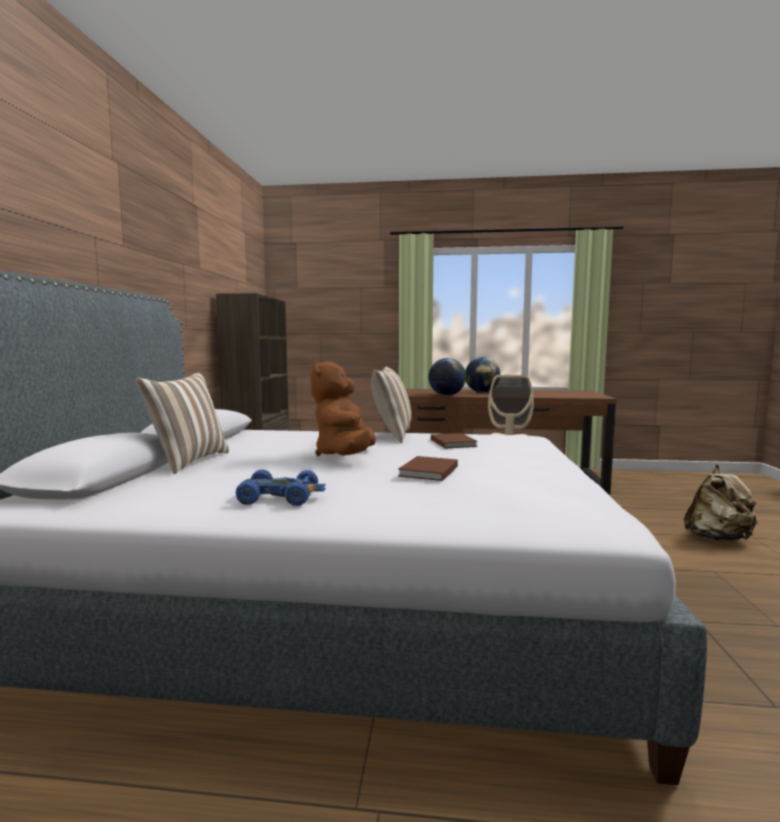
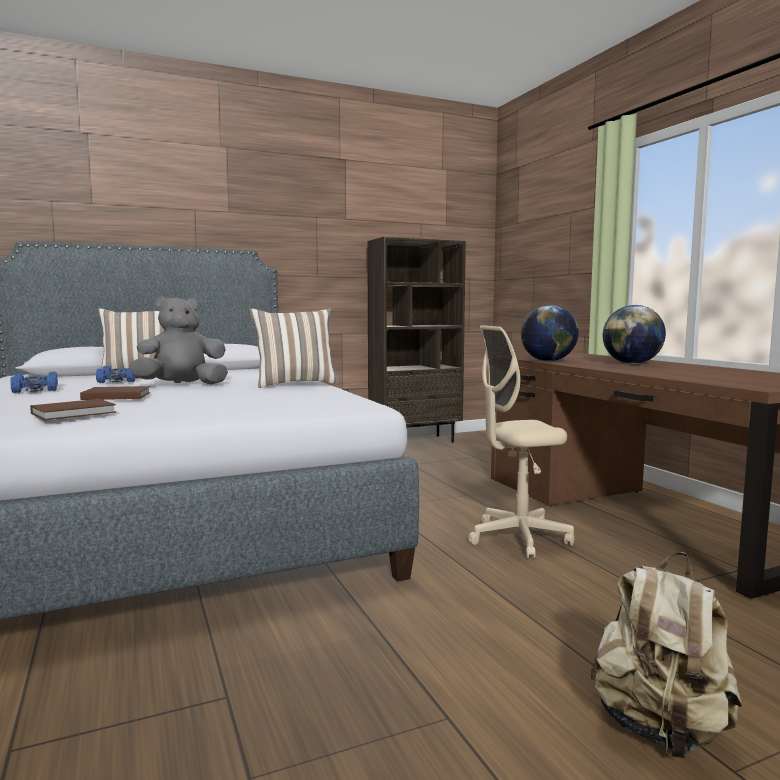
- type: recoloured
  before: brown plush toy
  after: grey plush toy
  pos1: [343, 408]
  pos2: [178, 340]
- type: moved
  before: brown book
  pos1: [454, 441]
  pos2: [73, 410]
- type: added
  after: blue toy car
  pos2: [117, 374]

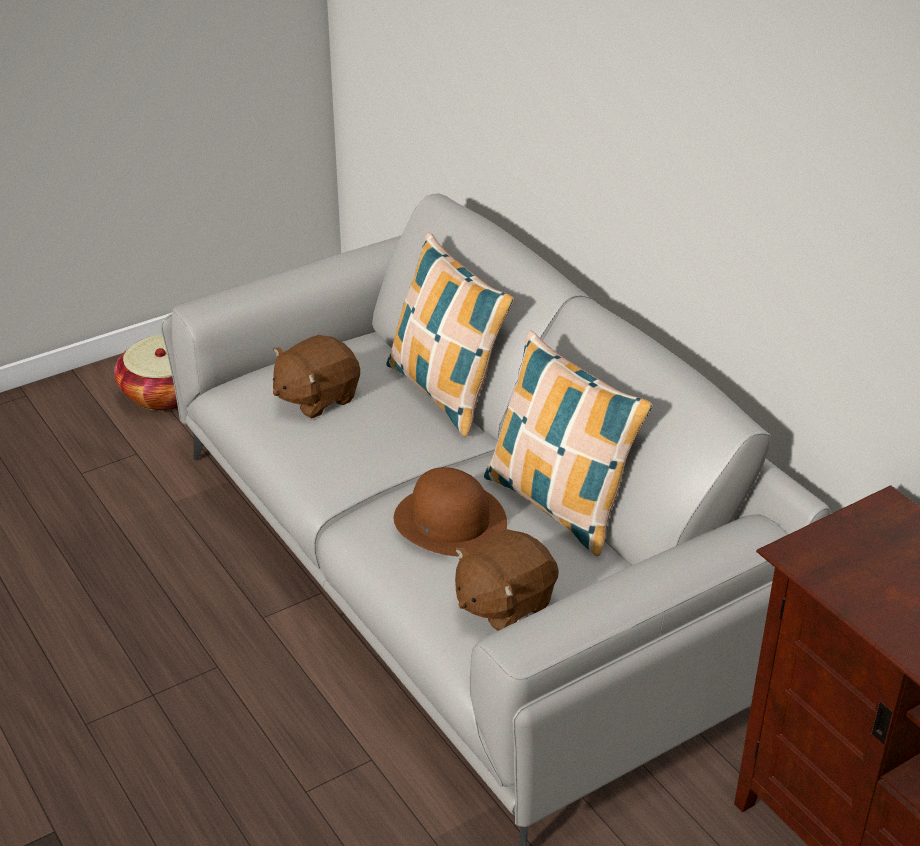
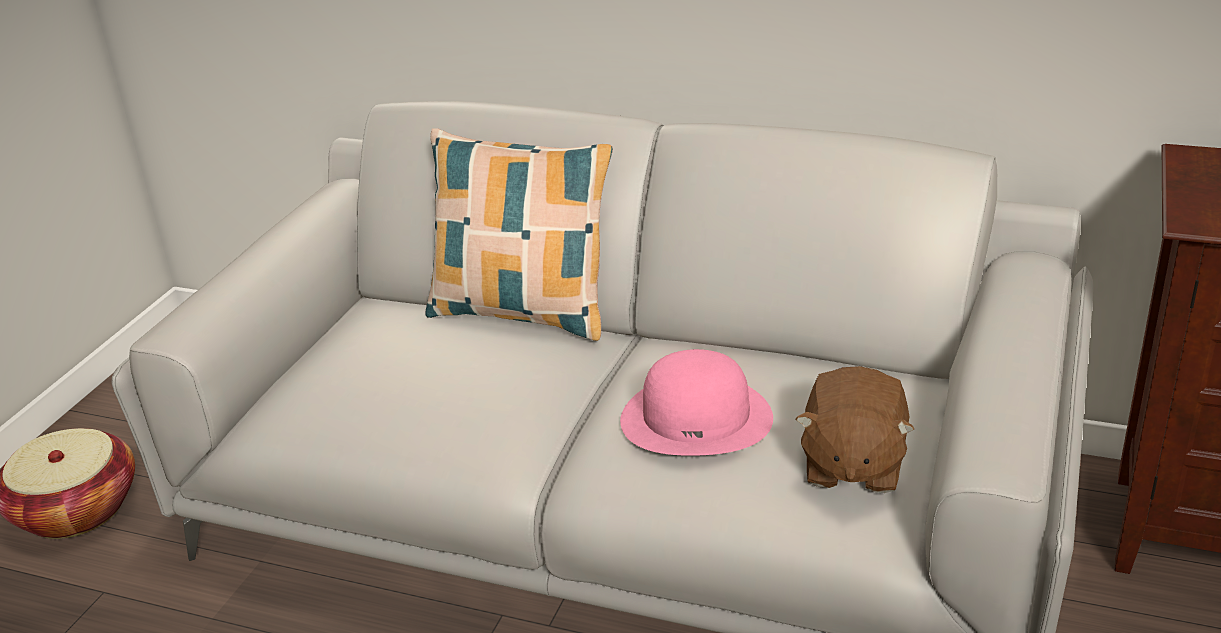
- type: removed
  before: pillow
  pos1: [568, 443]
- type: removed
  before: brown plush toy
  pos1: [316, 376]
- type: recoloured
  before: brown hat
  after: pink hat
  pos1: [450, 512]
  pos2: [696, 402]

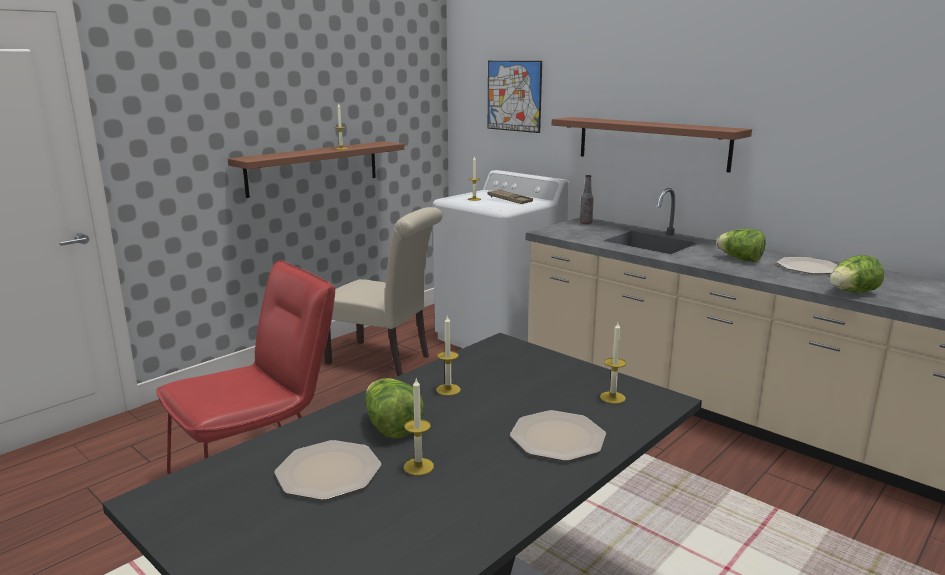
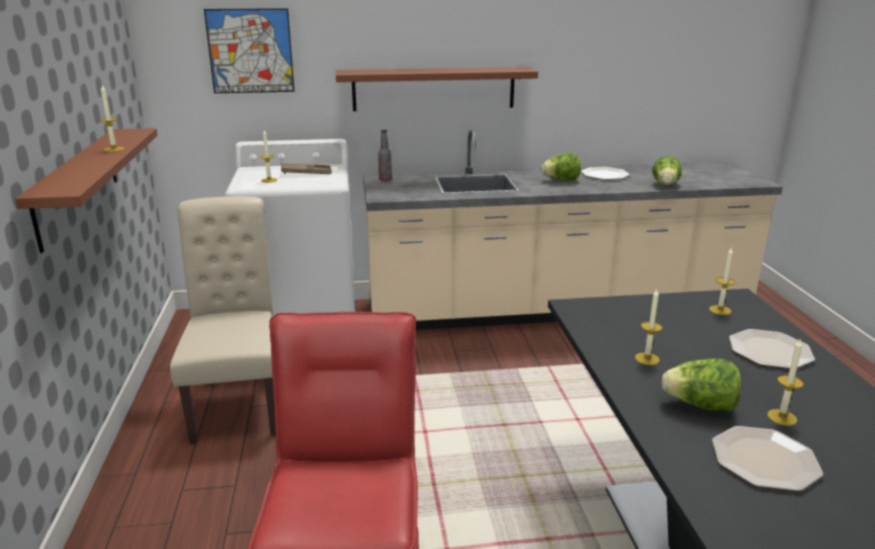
- type: turned
  before: beige chair
  pos1: [383, 291]
  pos2: [223, 320]
  turn: -75

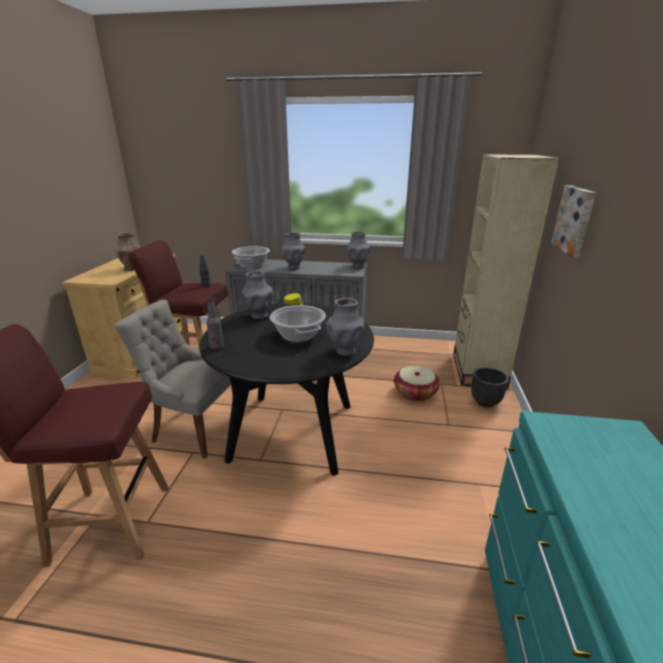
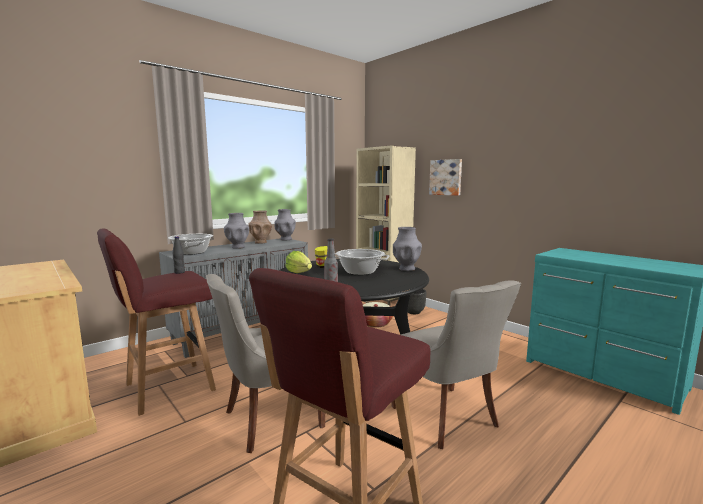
- type: moved
  before: brown vase
  pos1: [127, 251]
  pos2: [260, 227]
- type: replaced
  before: grey vase
  after: lettuce
  pos1: [257, 295]
  pos2: [298, 262]
- type: added
  after: grey chair
  pos2: [456, 365]

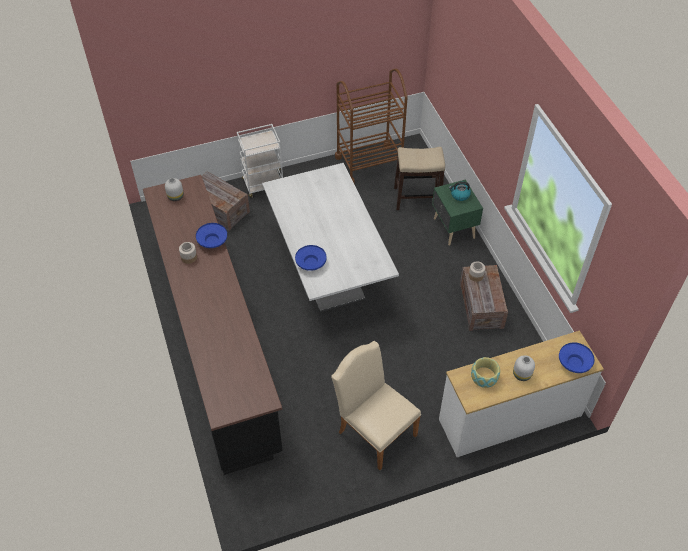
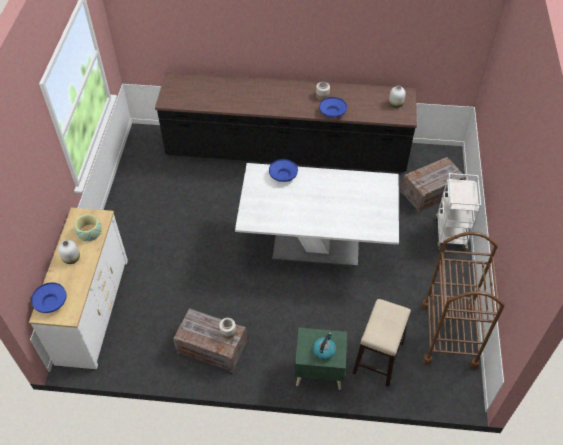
- type: removed
  before: beige chair
  pos1: [376, 405]

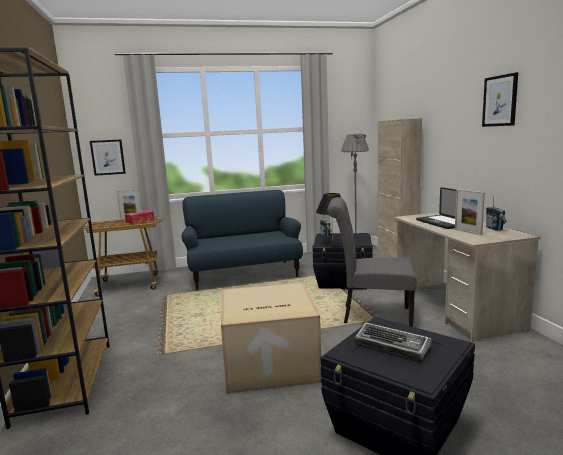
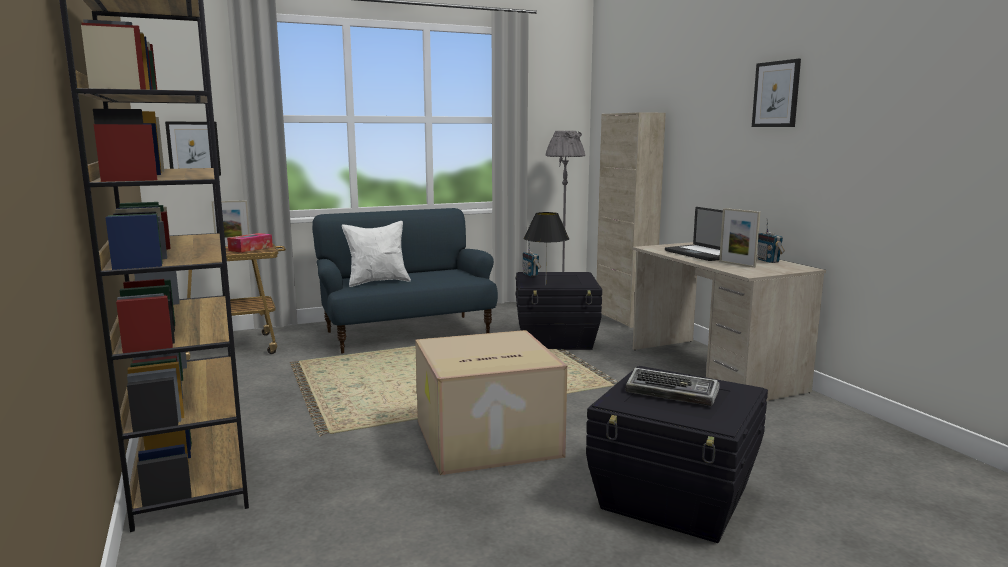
- type: removed
  before: grey chair
  pos1: [372, 262]
- type: added
  after: white pillow
  pos2: [376, 254]

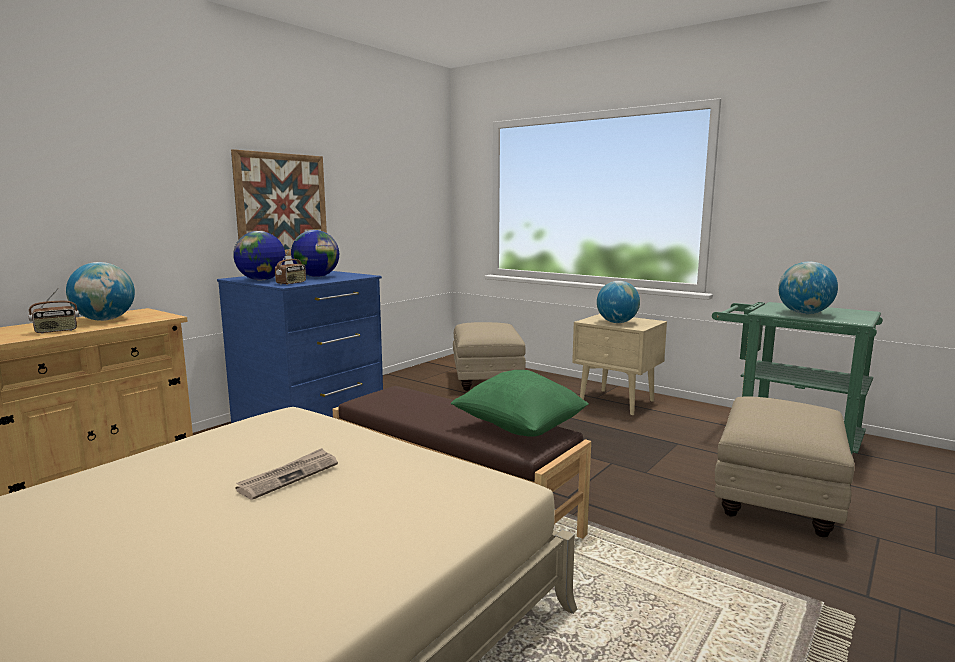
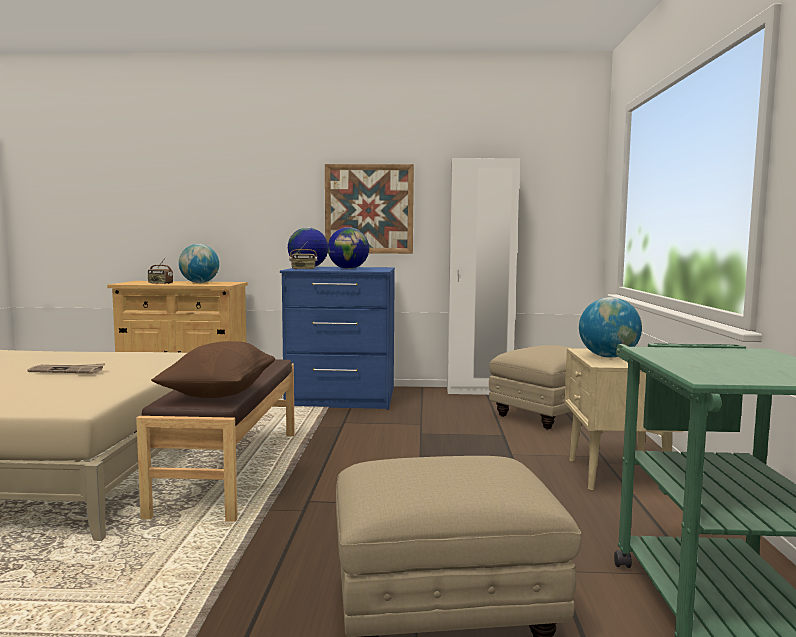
- type: removed
  before: globe
  pos1: [808, 287]
- type: recoloured
  before: green pillow
  after: brown pillow
  pos1: [520, 403]
  pos2: [213, 369]
- type: added
  after: white wardrobe
  pos2: [483, 276]

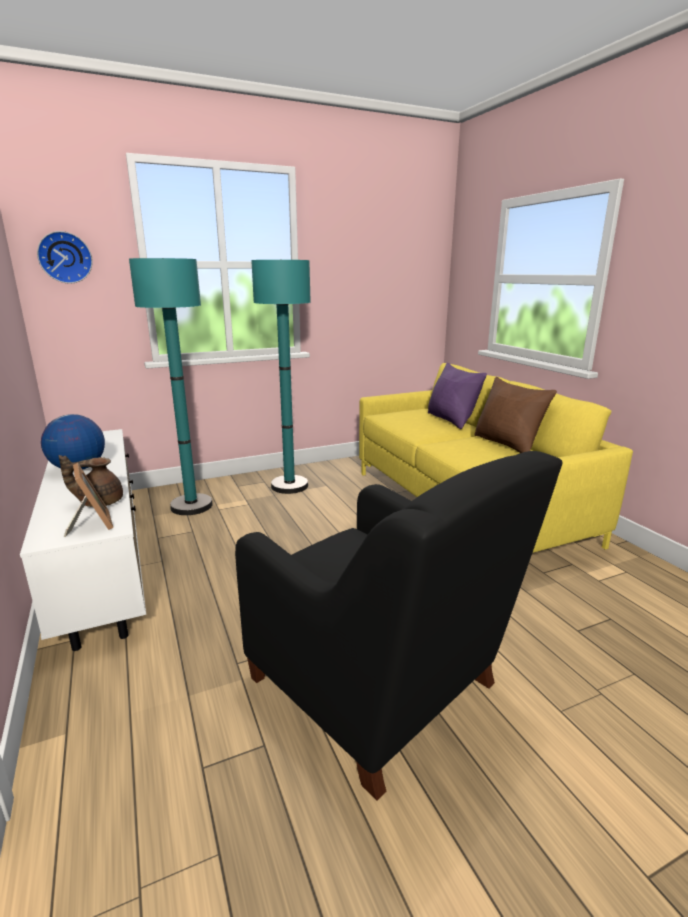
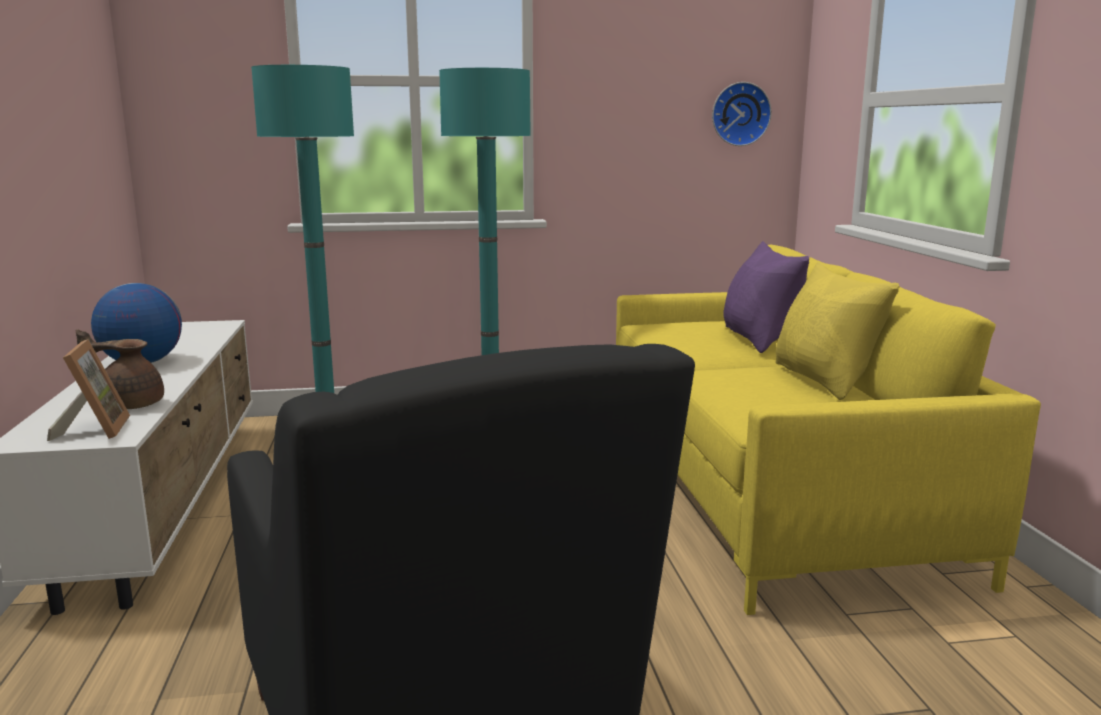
- type: moved
  before: wall clock
  pos1: [65, 257]
  pos2: [742, 114]
- type: recoloured
  before: brown pillow
  after: yellow pillow
  pos1: [515, 415]
  pos2: [837, 331]

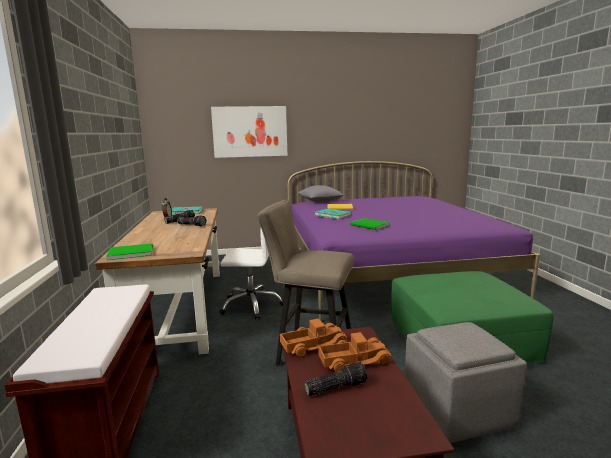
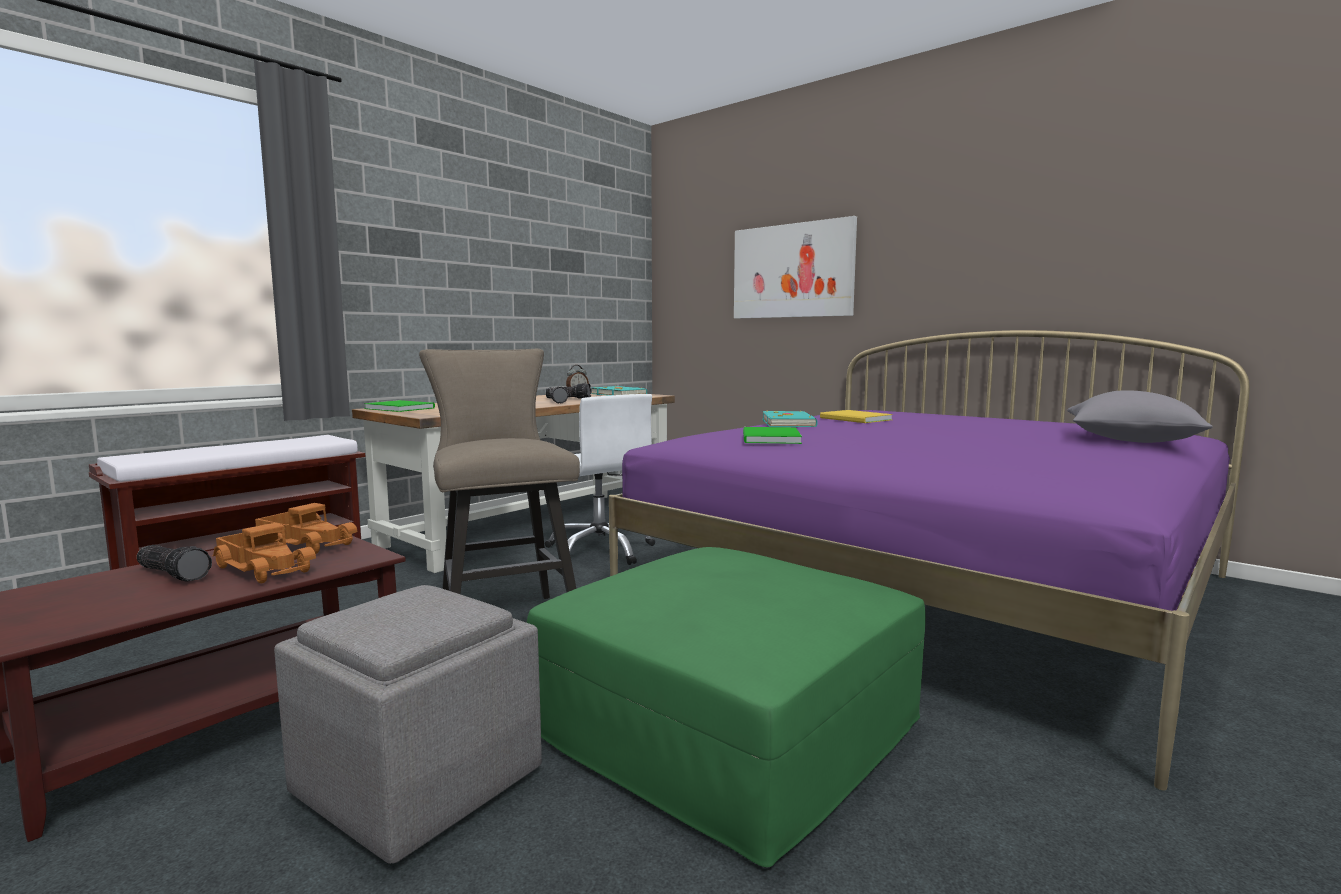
- type: moved
  before: grey pillow
  pos1: [320, 193]
  pos2: [1140, 416]

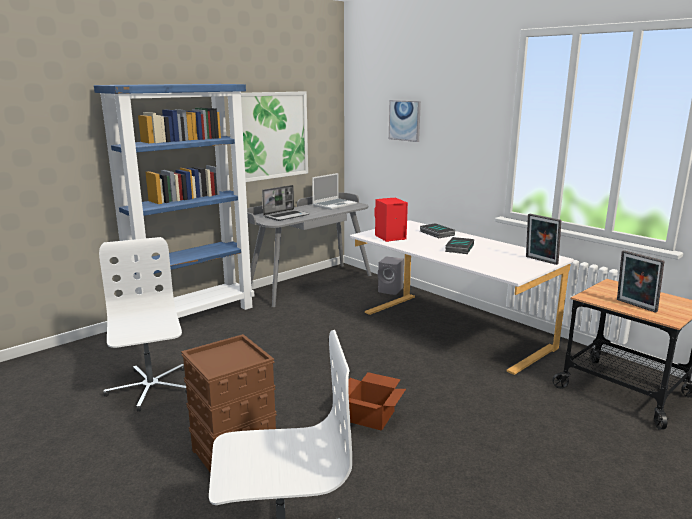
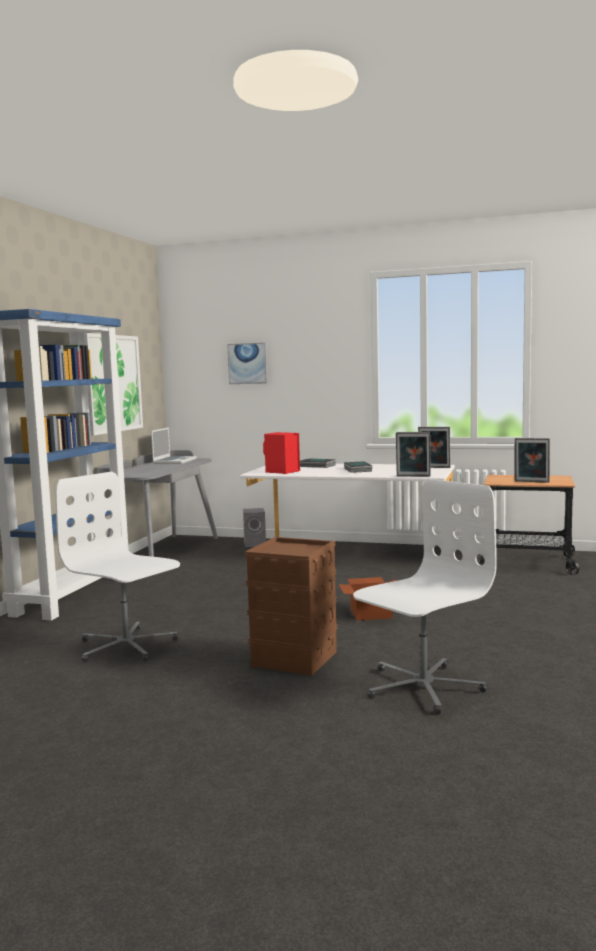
- type: removed
  before: laptop
  pos1: [286, 203]
- type: added
  after: picture frame
  pos2: [413, 454]

